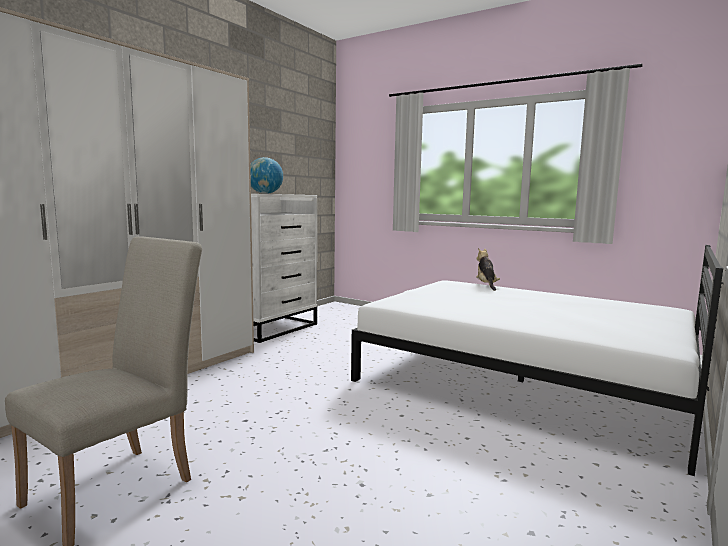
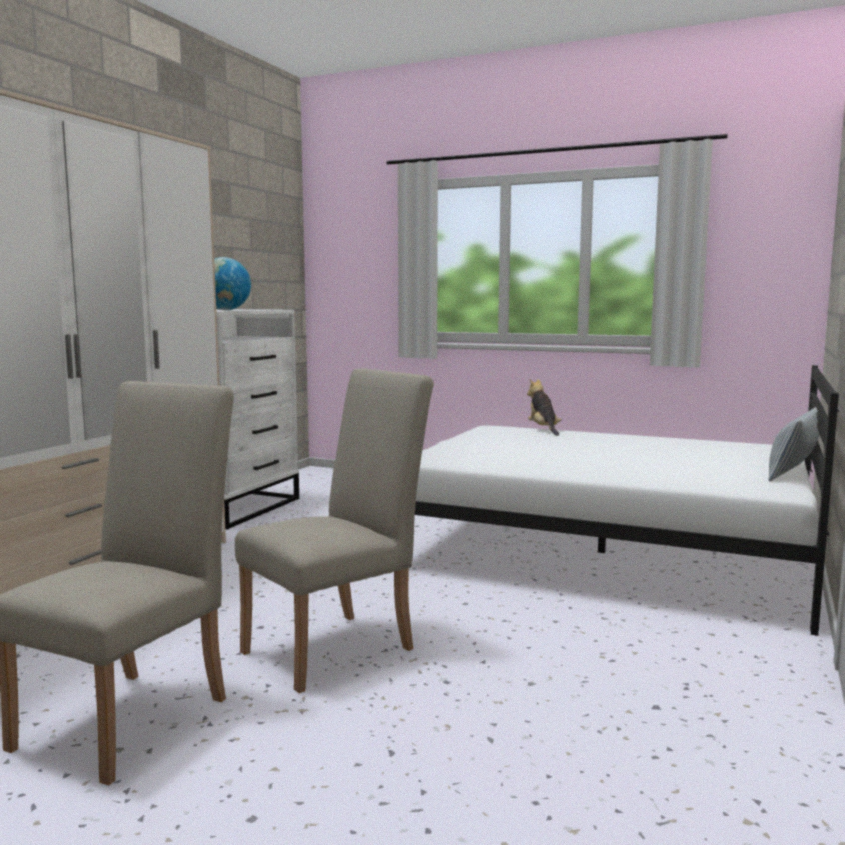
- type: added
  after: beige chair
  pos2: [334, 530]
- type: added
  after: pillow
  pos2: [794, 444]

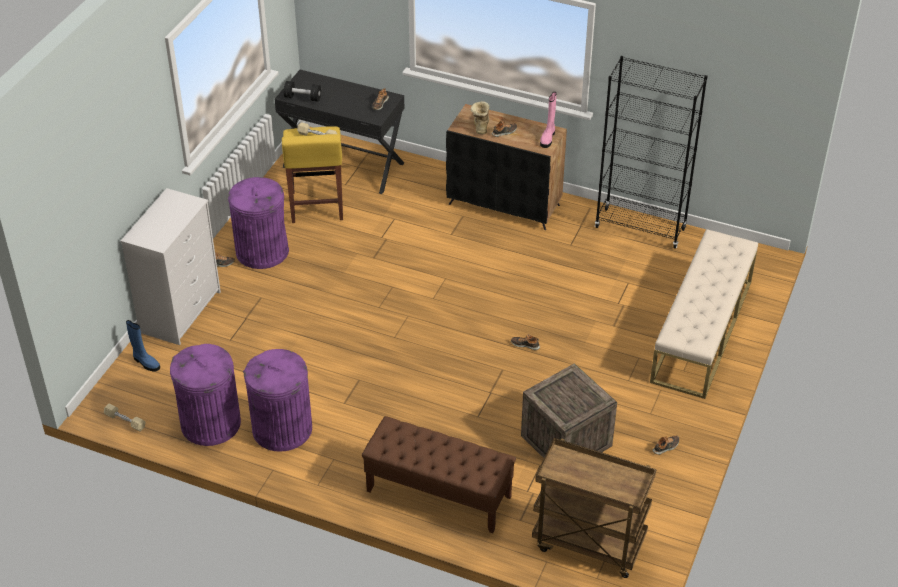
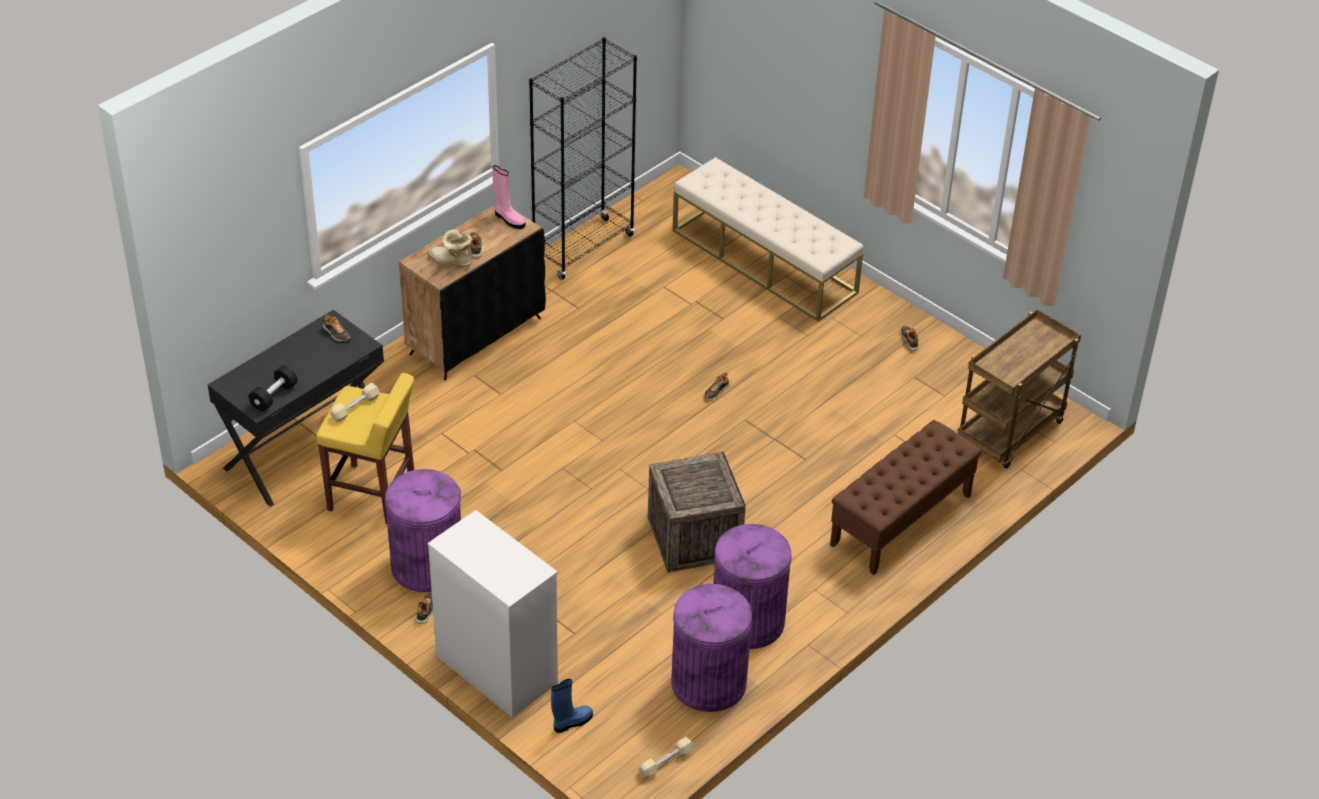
- type: moved
  before: crate
  pos1: [569, 410]
  pos2: [697, 512]

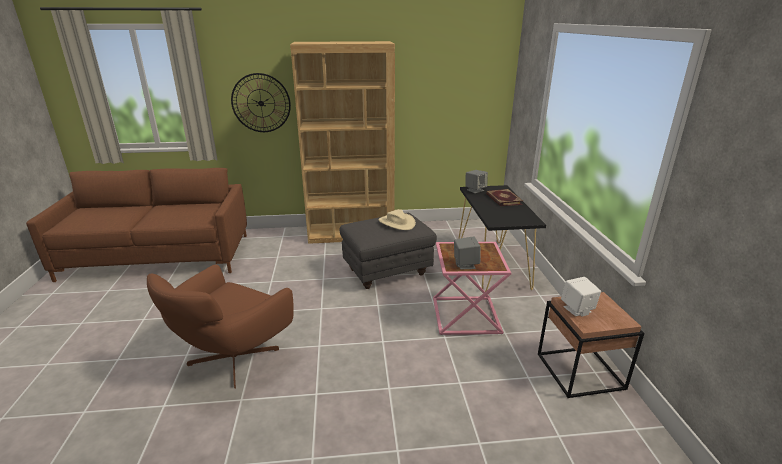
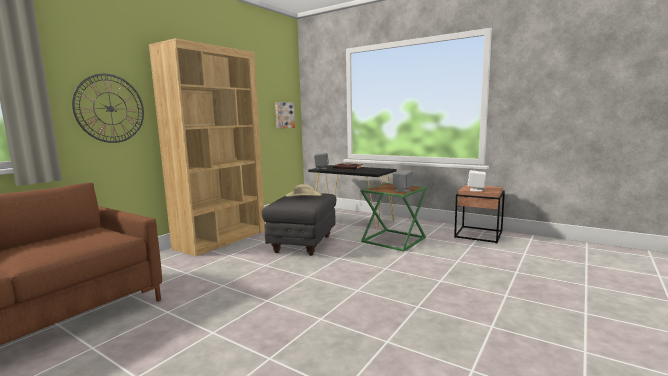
- type: recoloured
  before: pink side table
  after: green side table
  pos1: [472, 288]
  pos2: [394, 217]
- type: removed
  before: brown armchair
  pos1: [220, 326]
- type: added
  after: picture
  pos2: [285, 115]

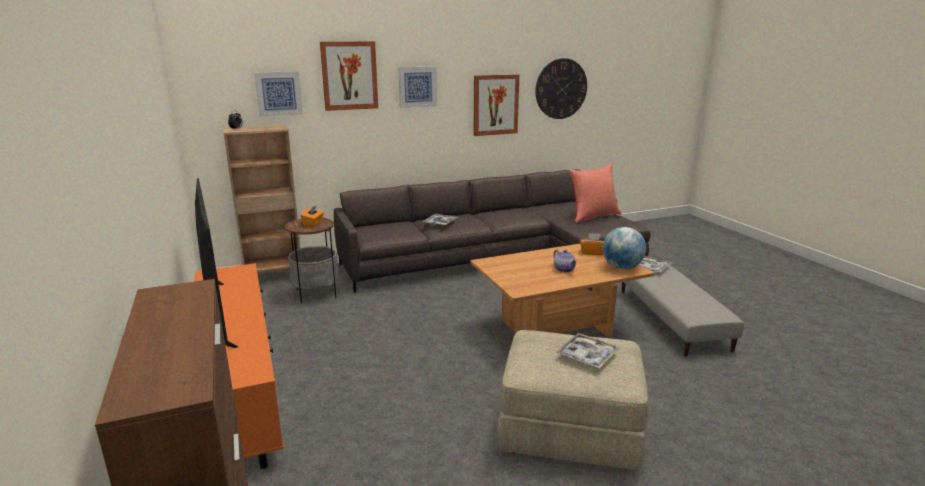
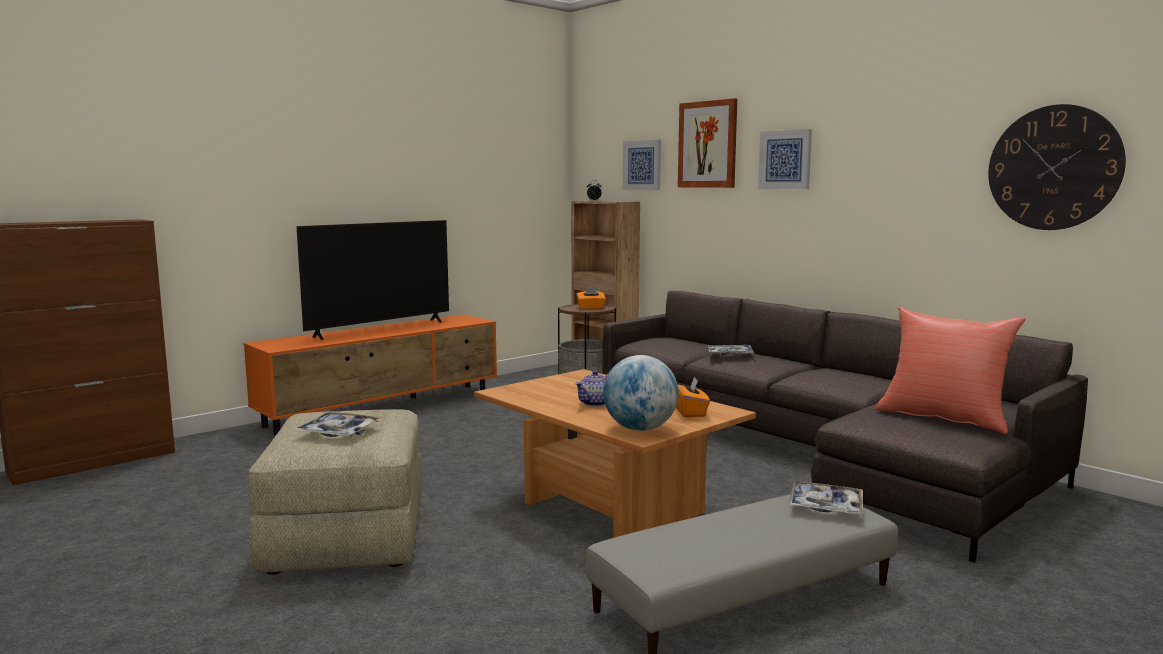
- type: removed
  before: picture
  pos1: [496, 105]

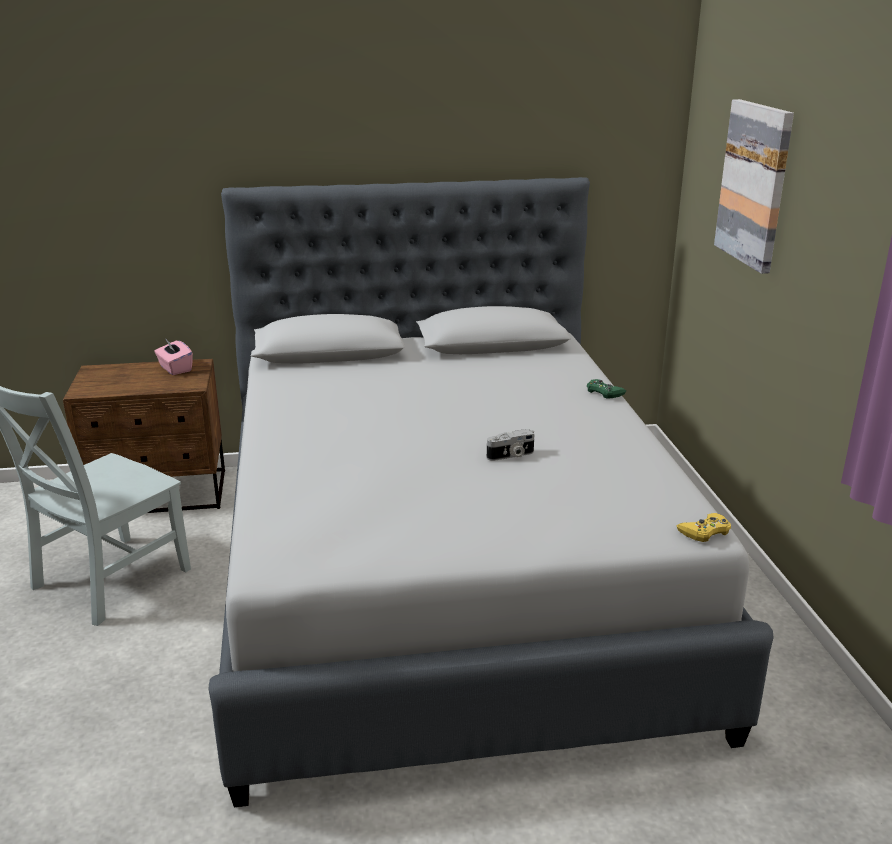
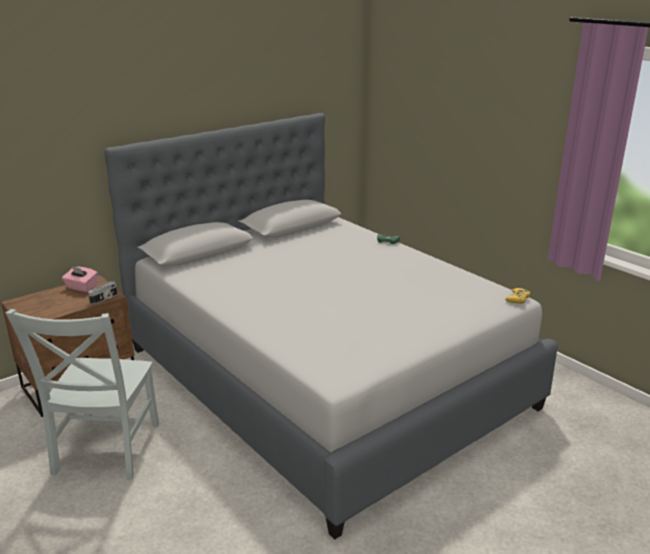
- type: removed
  before: picture
  pos1: [754, 186]
- type: moved
  before: photo camera
  pos1: [510, 445]
  pos2: [102, 292]

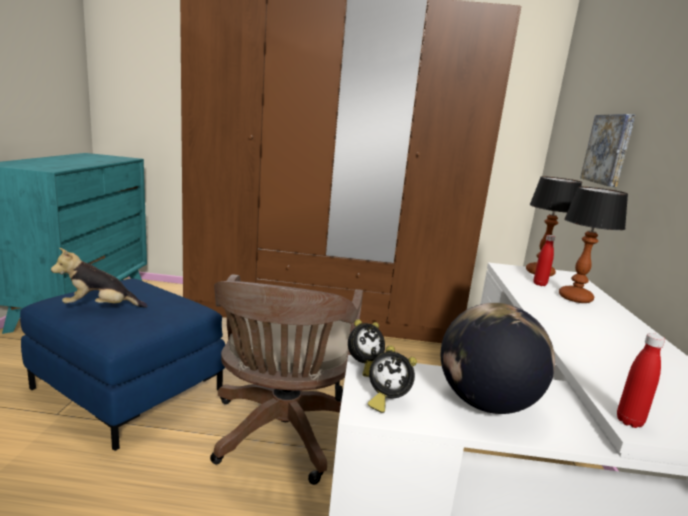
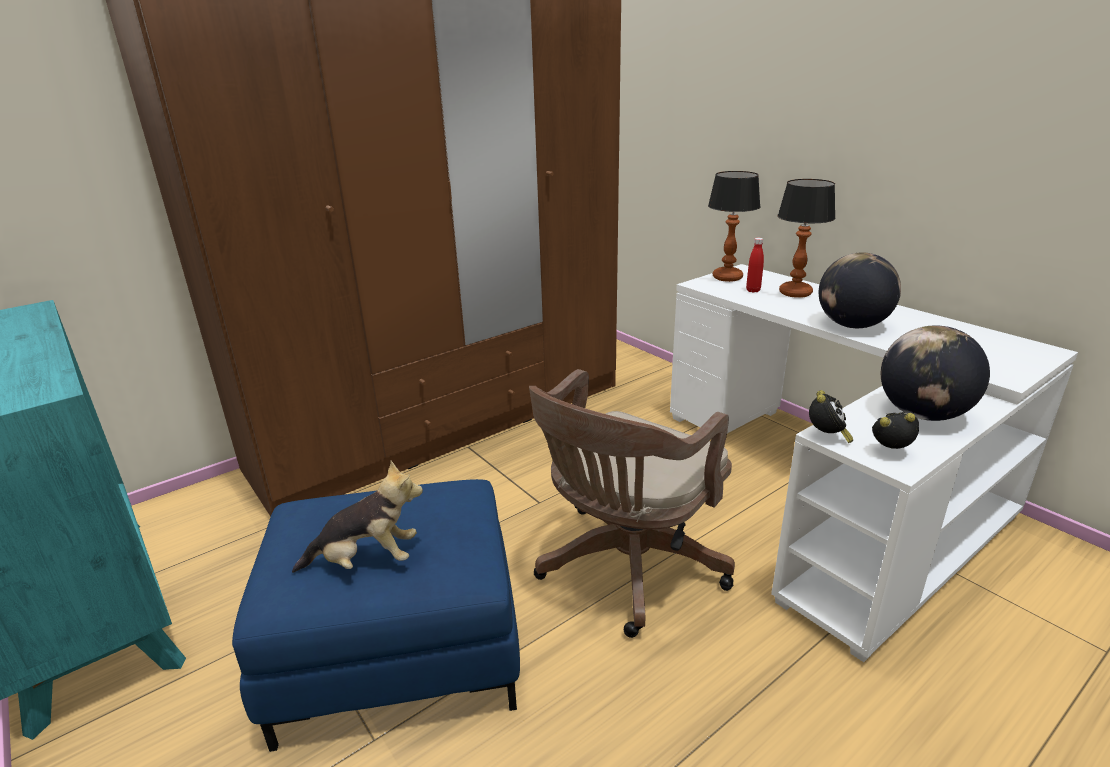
- type: removed
  before: picture
  pos1: [608, 150]
- type: turned
  before: plush toy
  pos1: [99, 278]
  pos2: [357, 517]
  turn: -135
- type: turned
  before: brown office chair
  pos1: [286, 379]
  pos2: [632, 503]
  turn: 75
- type: removed
  before: red bottle
  pos1: [641, 380]
- type: turned
  before: alarm clock
  pos1: [392, 379]
  pos2: [895, 430]
  turn: -150
- type: added
  after: globe
  pos2: [860, 290]

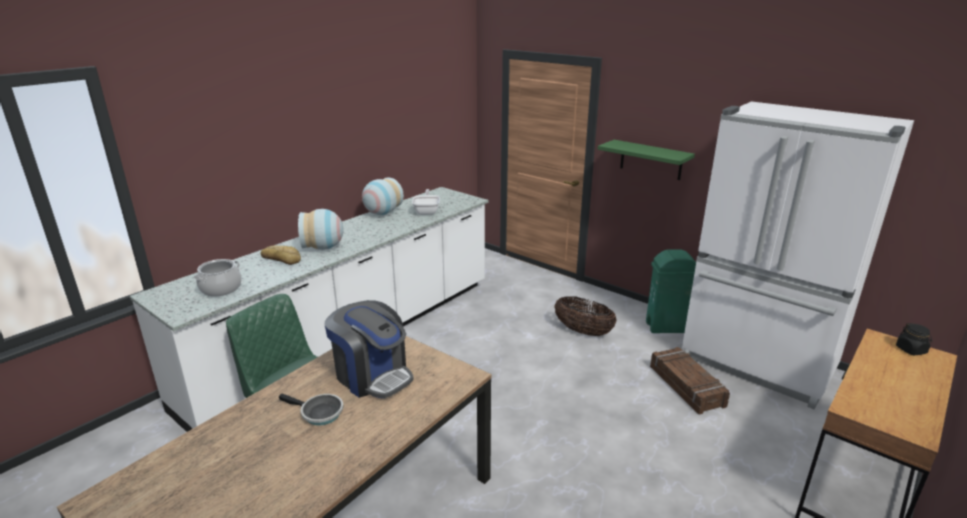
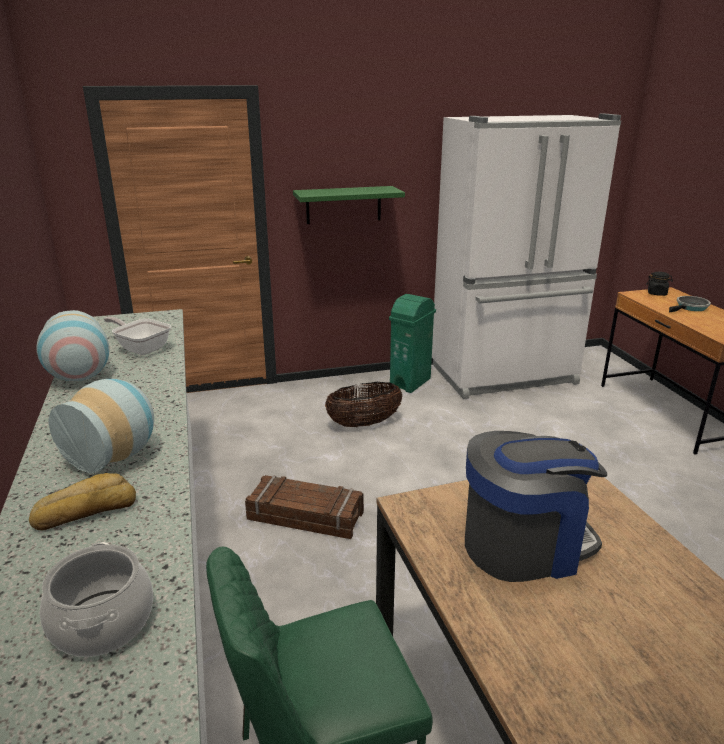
- type: moved
  before: crate
  pos1: [690, 381]
  pos2: [304, 507]
- type: moved
  before: frying pan
  pos1: [311, 409]
  pos2: [690, 304]

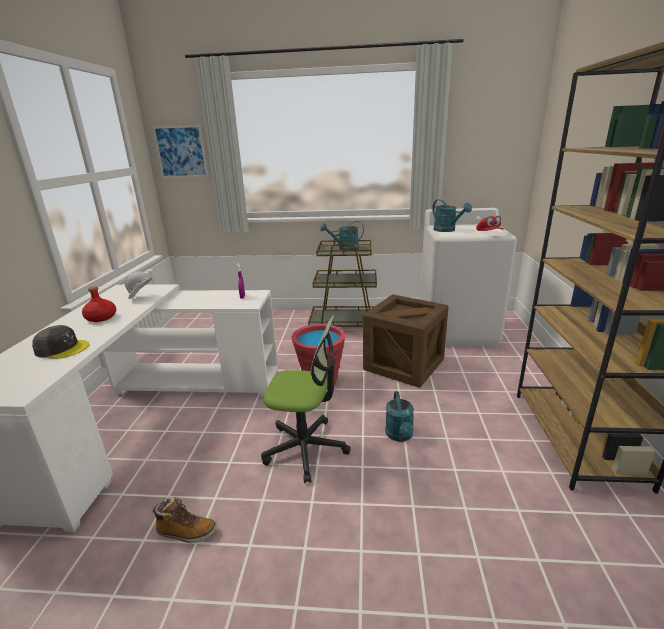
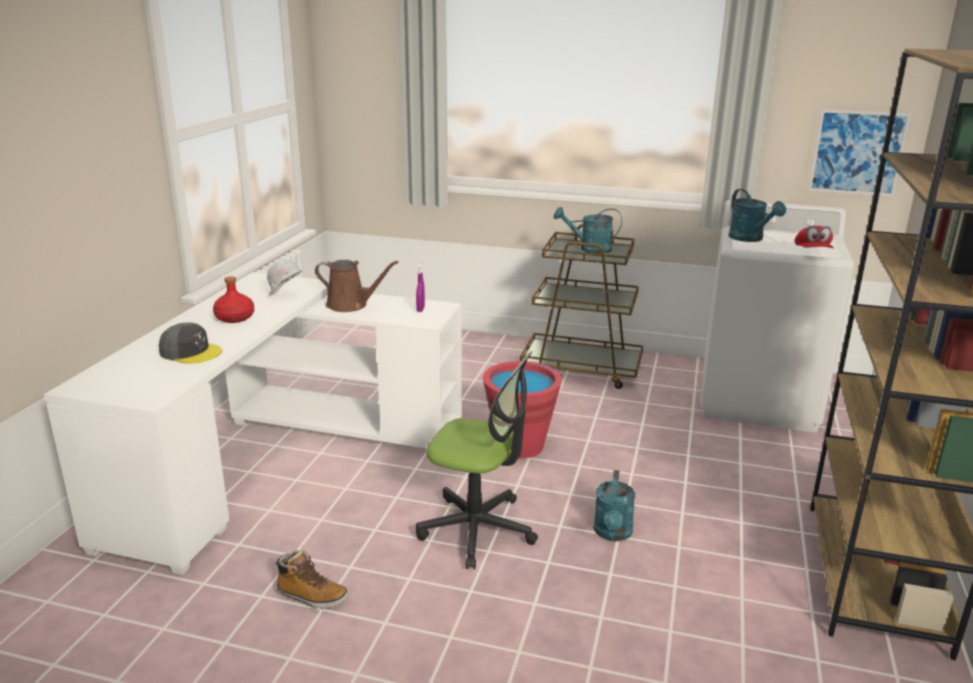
- type: moved
  before: picture
  pos1: [180, 151]
  pos2: [859, 153]
- type: removed
  before: crate
  pos1: [406, 341]
- type: added
  after: brown watering can
  pos2: [356, 286]

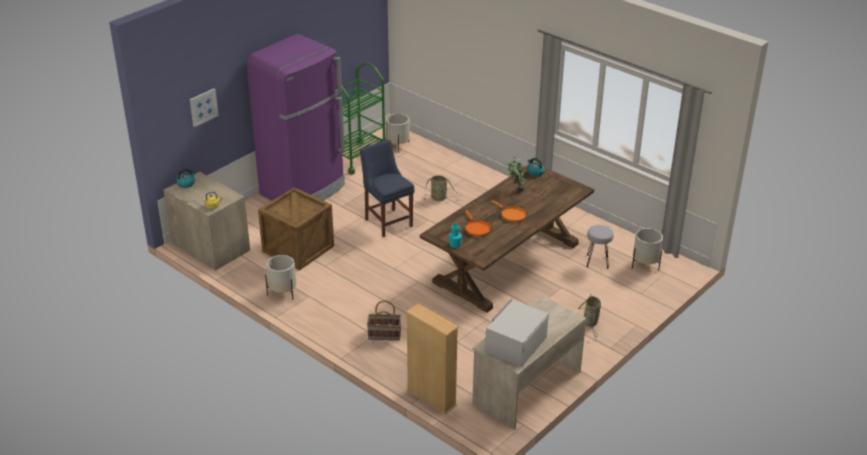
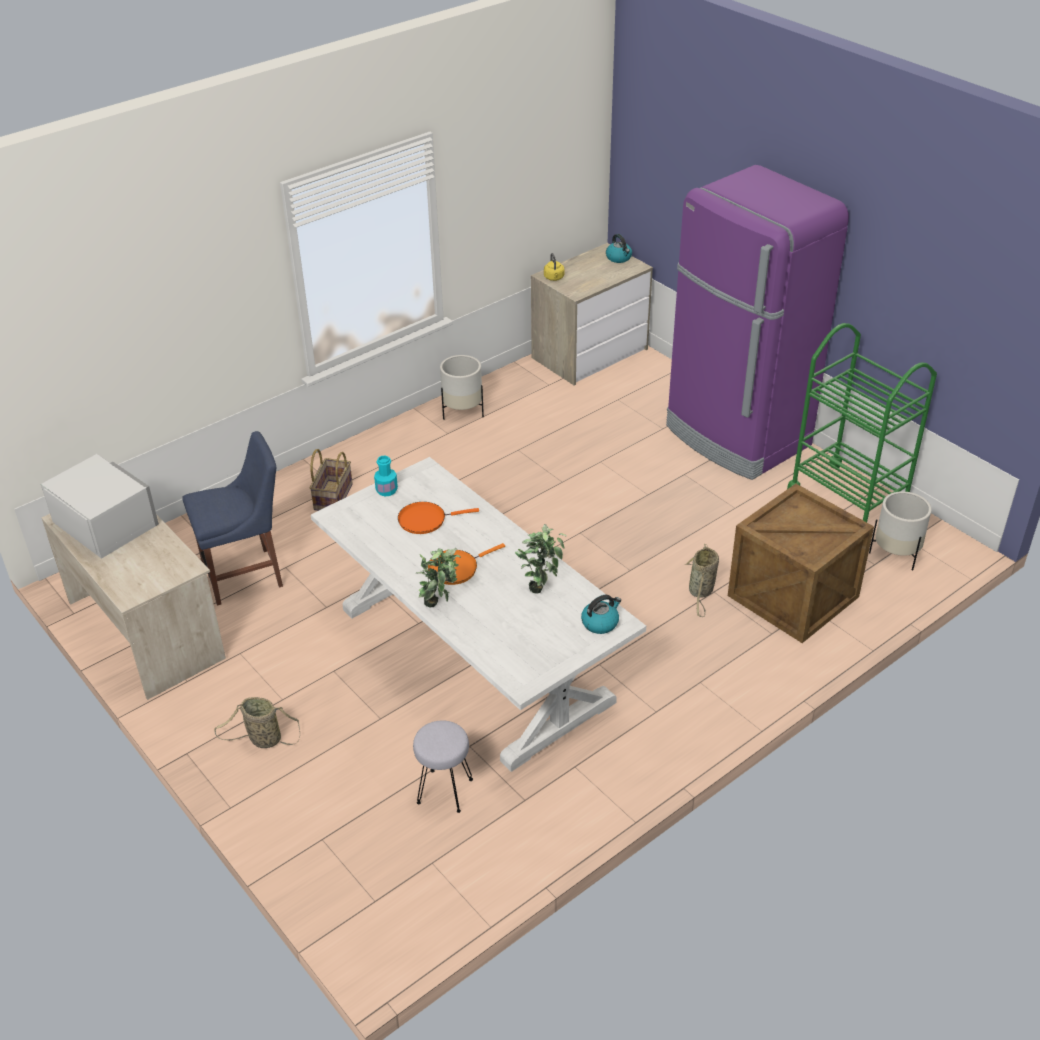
- type: removed
  before: picture
  pos1: [204, 107]
- type: moved
  before: blue chair
  pos1: [387, 188]
  pos2: [232, 518]
- type: recoloured
  before: brown dining table
  after: white dining table
  pos1: [507, 237]
  pos2: [478, 614]
- type: moved
  before: crate
  pos1: [296, 228]
  pos2: [801, 563]
- type: removed
  before: white planter
  pos1: [647, 249]
- type: removed
  before: beige bookcase
  pos1: [432, 359]
- type: added
  after: potted plant
  pos2: [438, 577]

